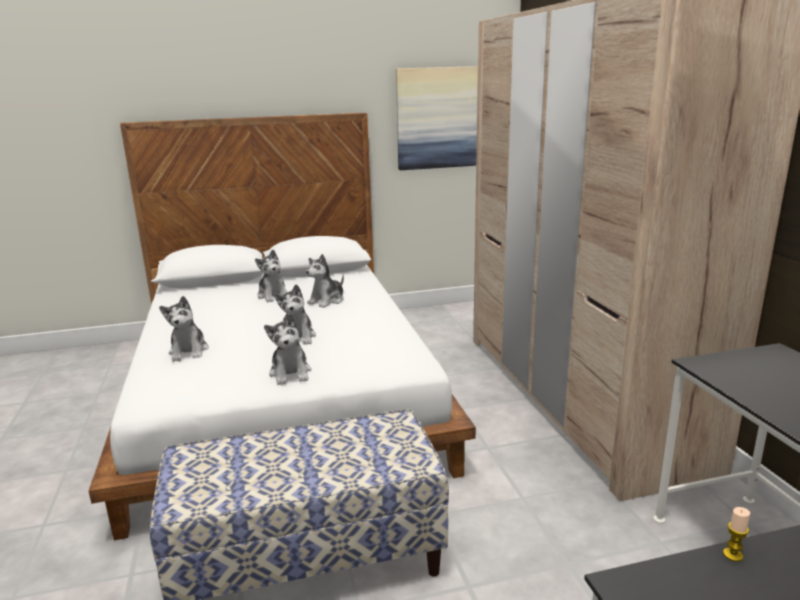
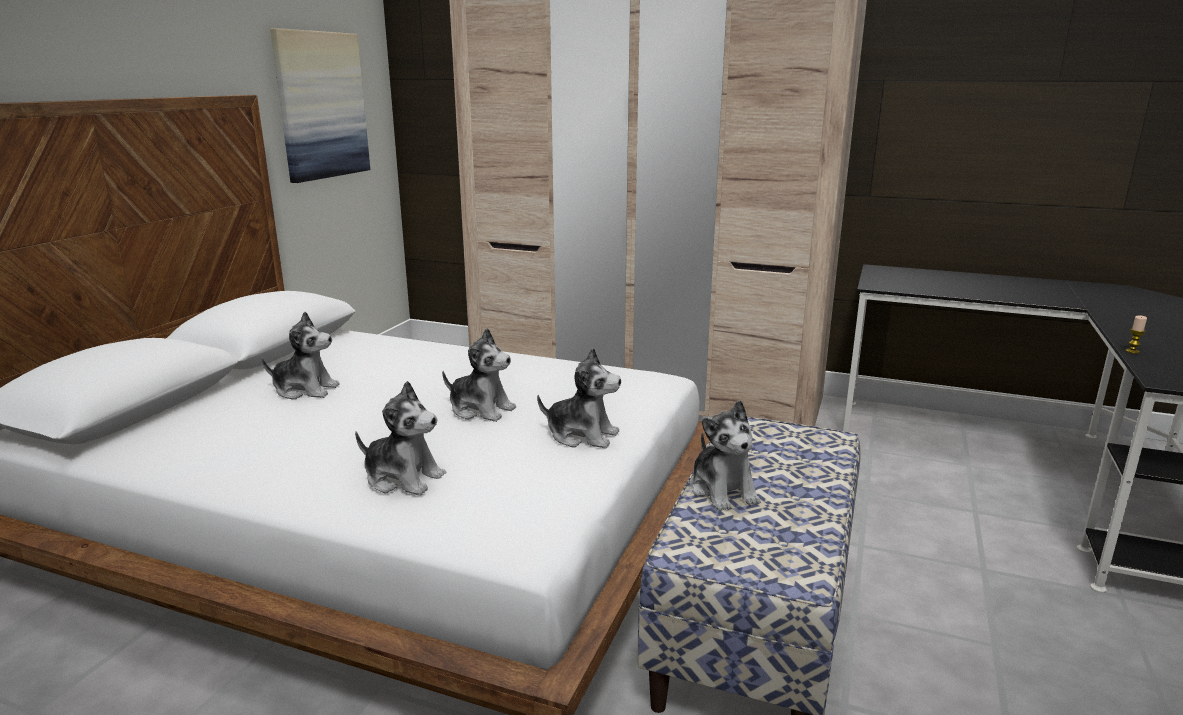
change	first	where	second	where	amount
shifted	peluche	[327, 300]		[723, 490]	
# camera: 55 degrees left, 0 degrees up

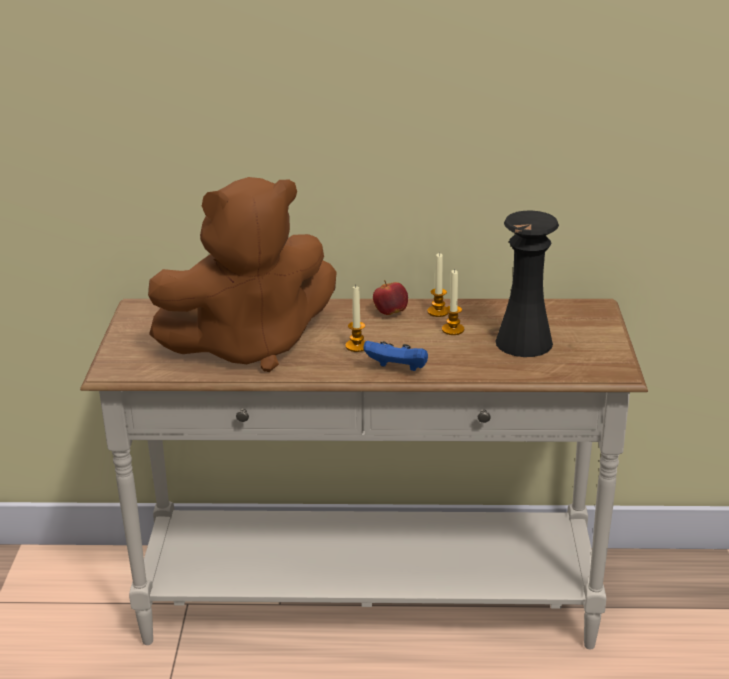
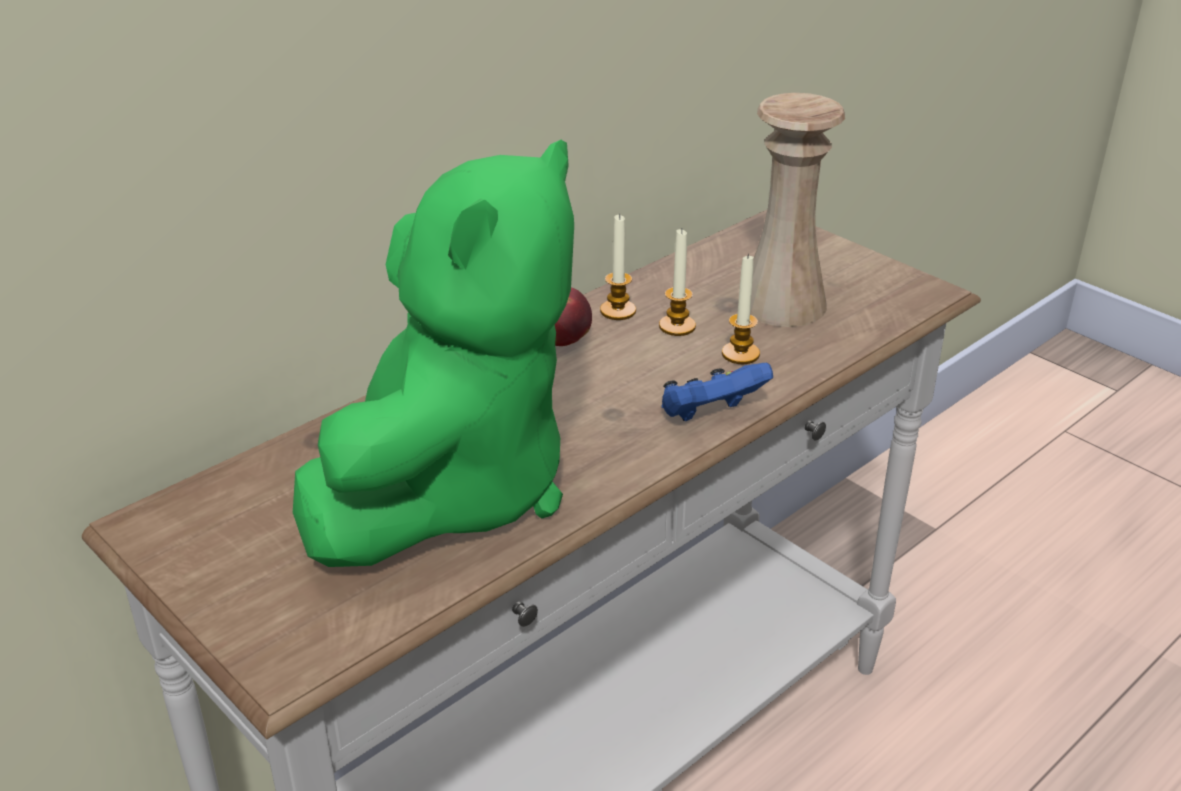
change	first	where	second	where	amount
repainted	peluche/marron	[249, 345]	peluche/vert	[450, 490]	
shifted	bougie	[357, 346]		[740, 354]	
repainted	vase/noir	[524, 342]	vase/beige	[782, 303]	
# camera: 45 degrees left, 5 degrees up

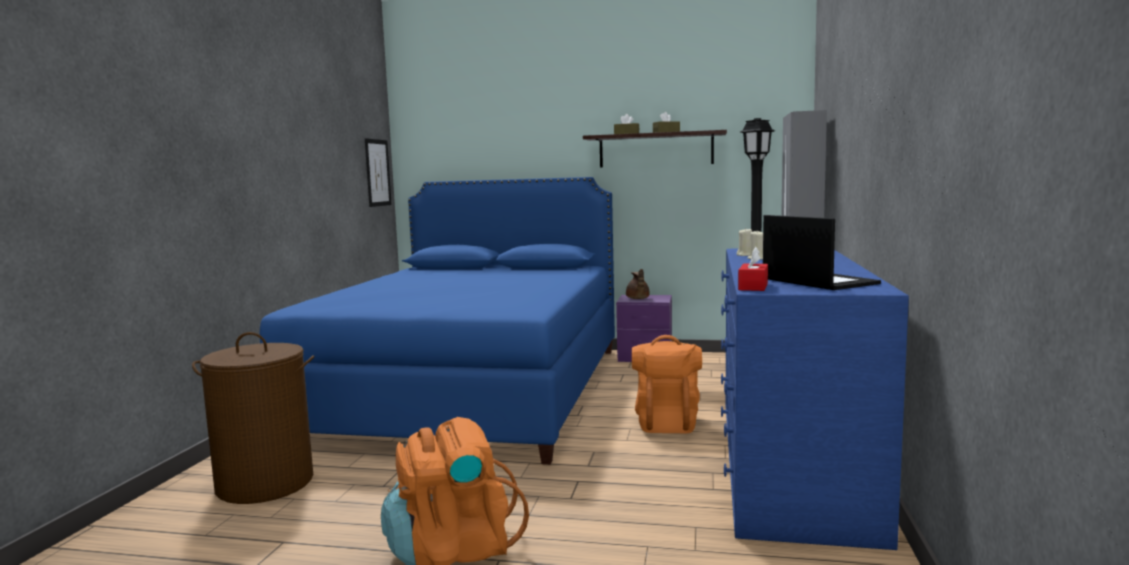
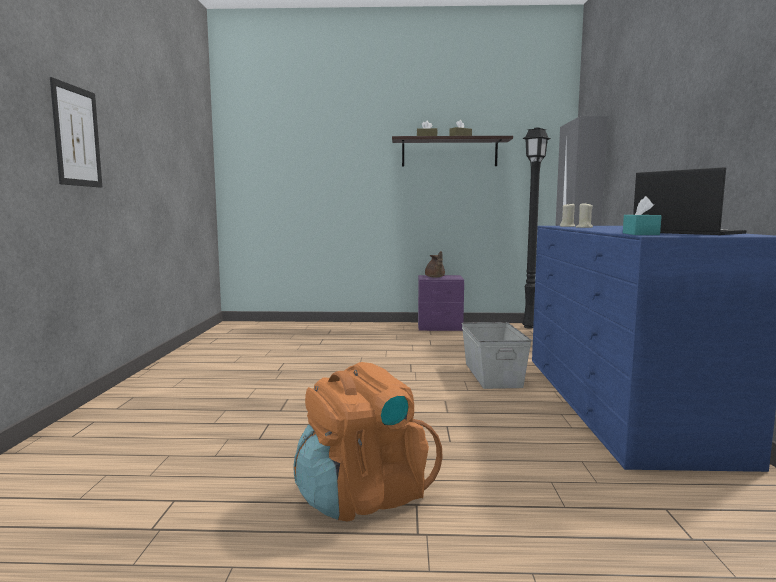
change	first	where	second	where	amount
gone	panier à linge/marron	[265, 483]			
gone	lit/bleu	[470, 391]			
shifted	tableau	[377, 172]		[77, 136]	
swapped	sac à dos/orange	[666, 422]	boîte de rangement/gris	[492, 375]	
repainted	boîte à mouchoirs/rouge	[753, 286]	boîte à mouchoirs/turquoise	[640, 234]	
# camera: 10 degrees left, 0 degrees up

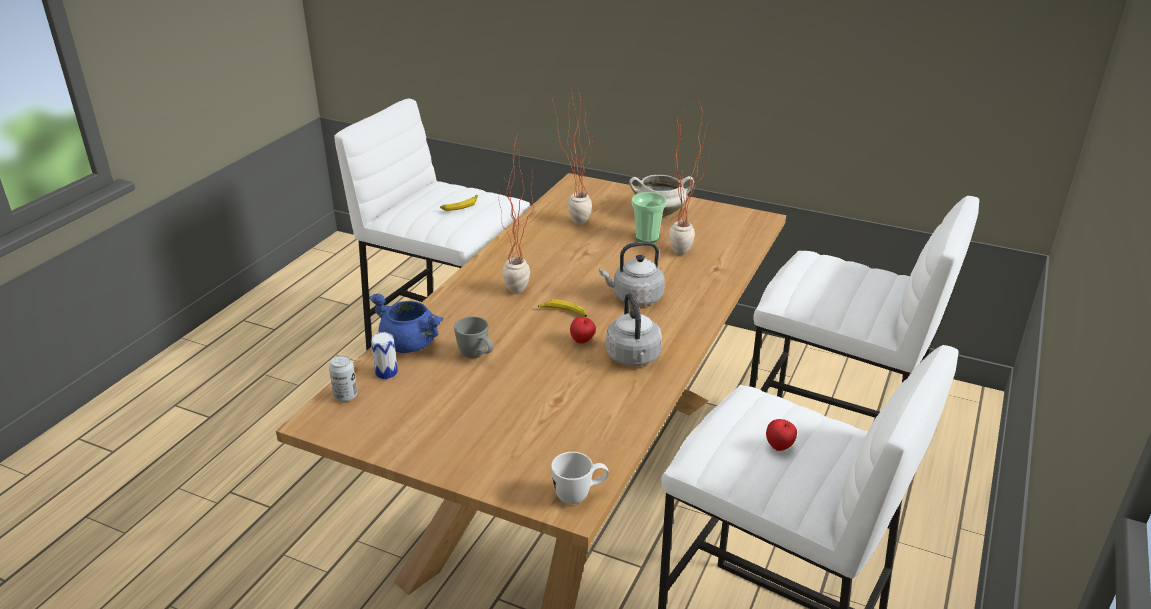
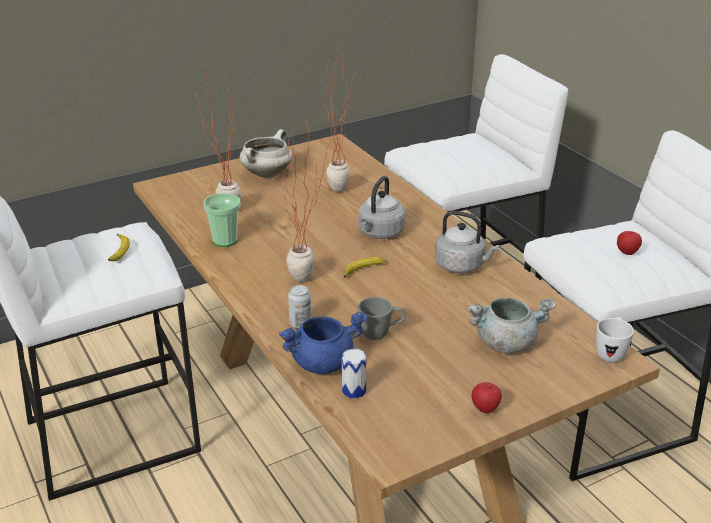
change	first	where	second	where	amount
shifted	boîte métallique	[345, 396]		[300, 323]	
shifted	pomme	[582, 341]		[485, 409]	
shifted	tasse	[647, 237]		[225, 240]	
new			marmite/gris	[506, 342]	
# camera: 55 degrees left, 0 degrees up

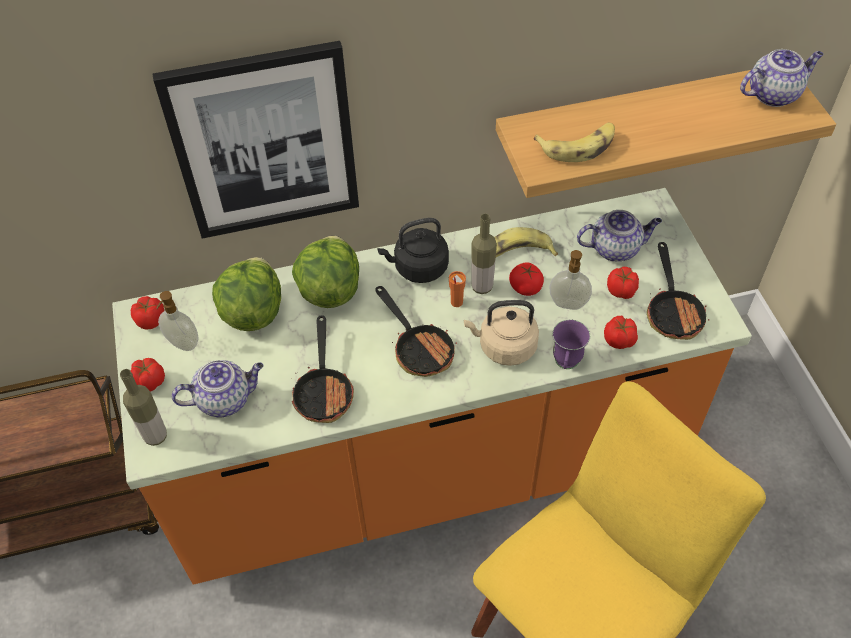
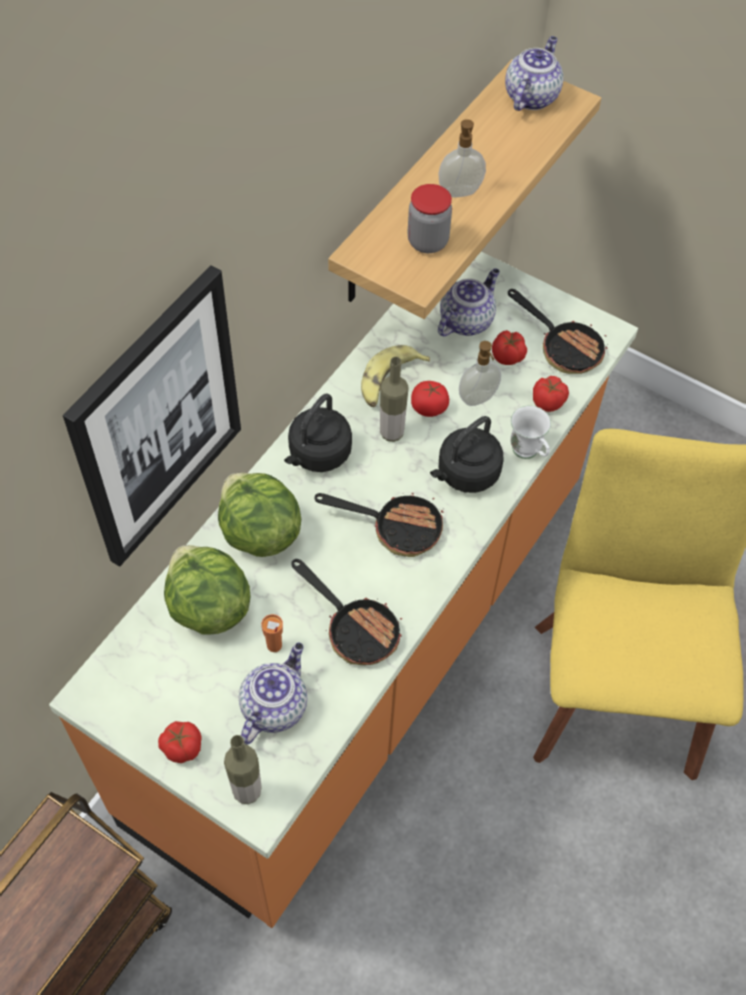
change	first	where	second	where	amount
gone	tomate	[151, 320]			
shifted	distributeur de savon	[182, 344]		[460, 192]	
shifted	tasse/orange	[456, 302]		[274, 646]	
repainted	bouilloire/beige	[504, 347]	bouilloire/noir	[465, 474]	
swapped	banane	[578, 146]	bocal	[427, 242]	
repainted	mug/violet	[565, 365]	mug/blanc	[529, 454]	
# camera: 45 degrees left, 5 degrees up

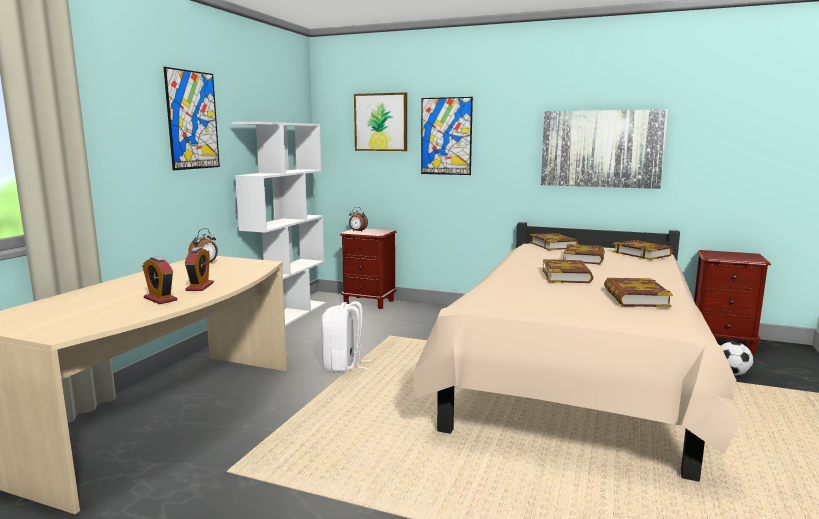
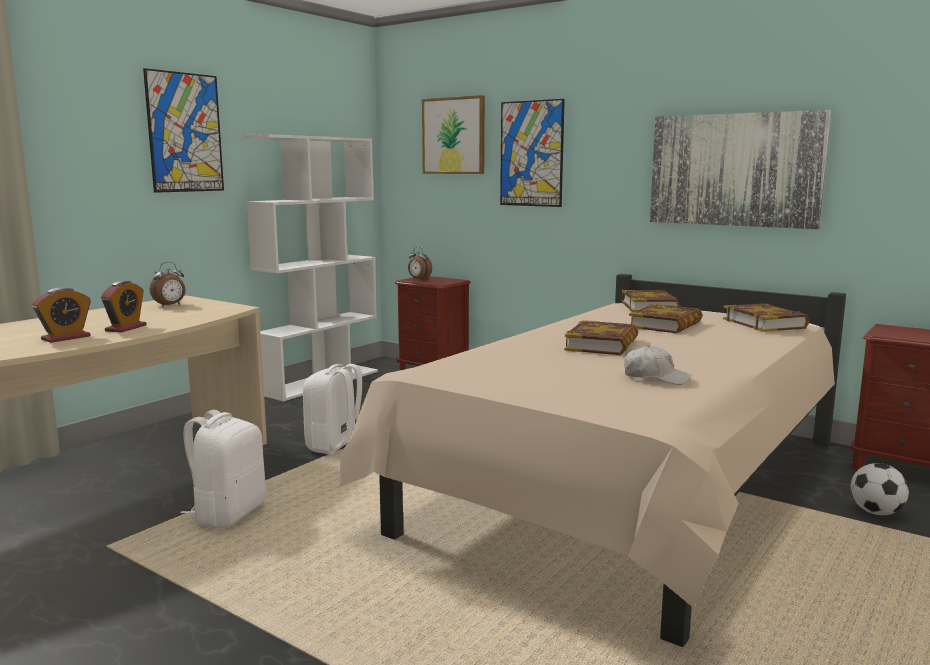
change	first	where	second	where	amount
rotated	réveil	[160, 299]		[66, 338]	105 degrees counterclockwise
swapped	livre	[635, 298]	casquette/blanc	[655, 377]	
new			sac à dos/blanc	[227, 514]	
# camera: 15 degrees right, 0 degrees up

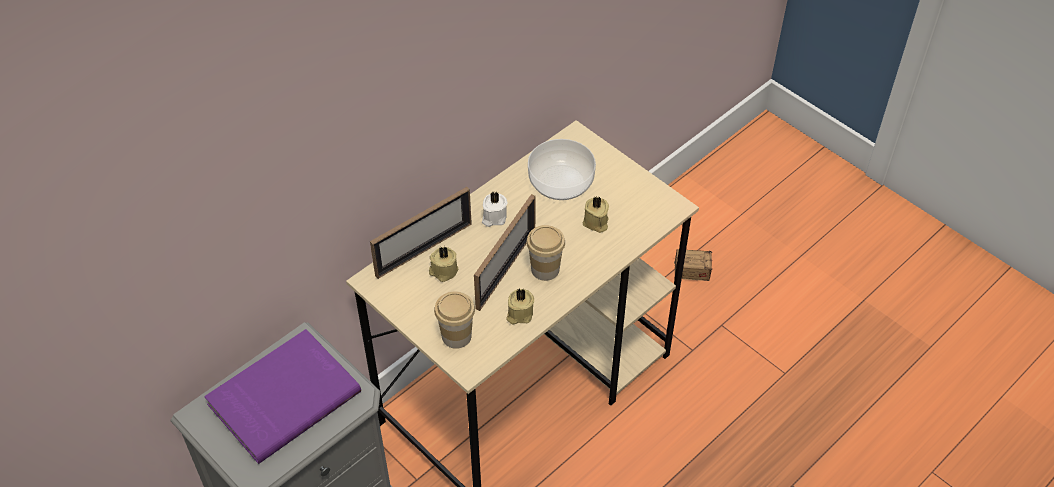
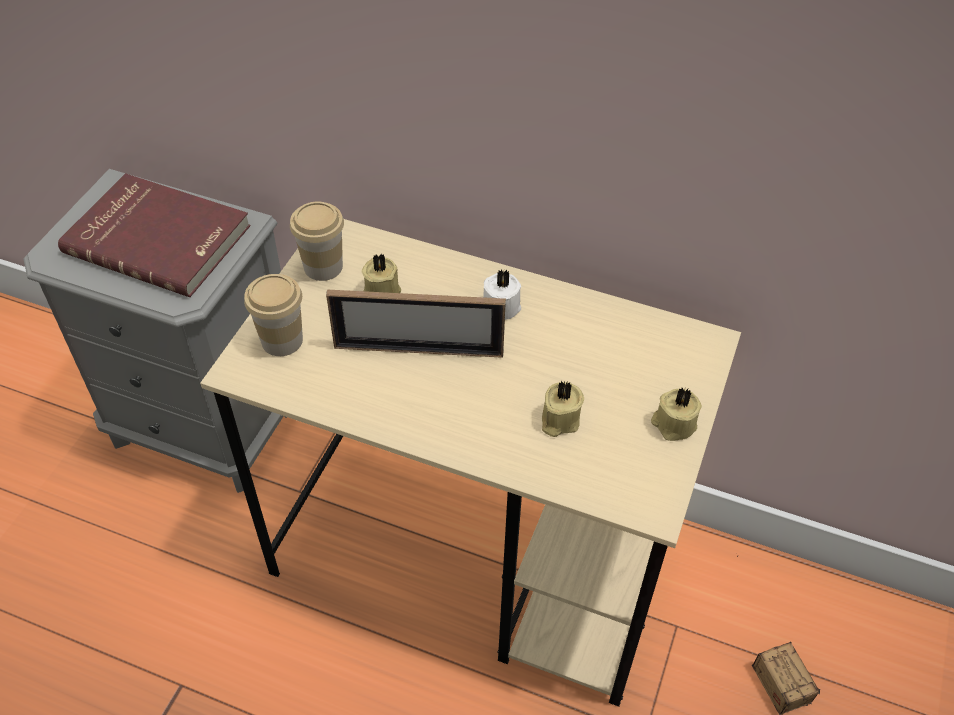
change	first	where	second	where	amount
repainted	livre/violet	[283, 396]	livre/rouge	[159, 237]	
gone	cadre photo	[424, 249]			
shifted	bougie/beige	[519, 314]		[673, 424]	
shifted	tasse	[545, 269]		[323, 267]	
gone	bol	[560, 183]			
# camera: 65 degrees right, 0 degrees up

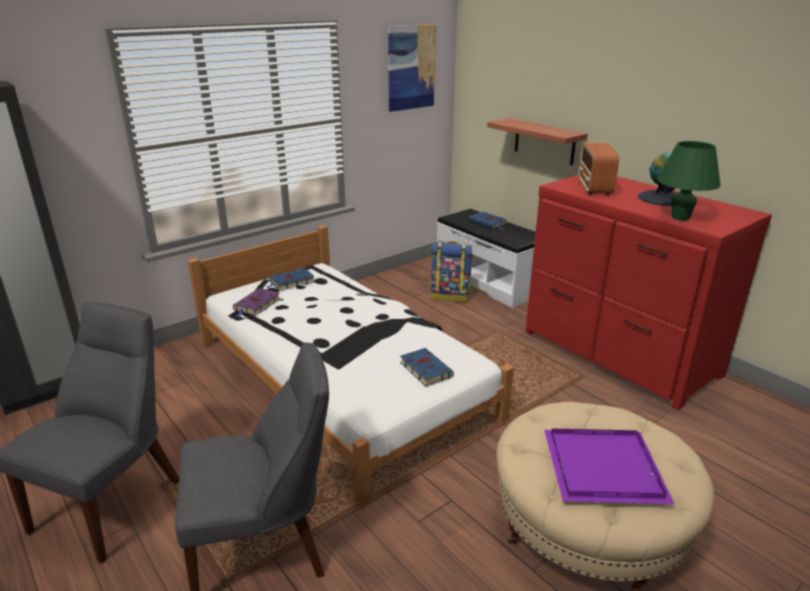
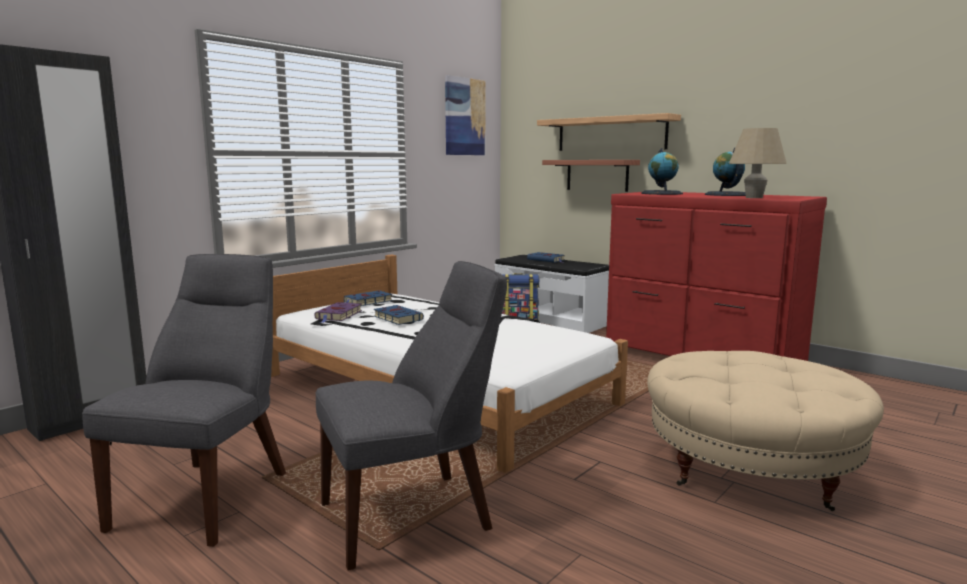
change	first	where	second	where	amount
shifted	livre/bleu	[424, 369]		[397, 318]	
gone	plateau/violet	[606, 469]			
swapped	radio	[594, 187]	globe	[662, 193]	
repainted	lampe de table/vert	[680, 217]	lampe de table/beige	[754, 197]	
new			étagère	[611, 134]	
# camera: 10 degrees left, 15 degrees down

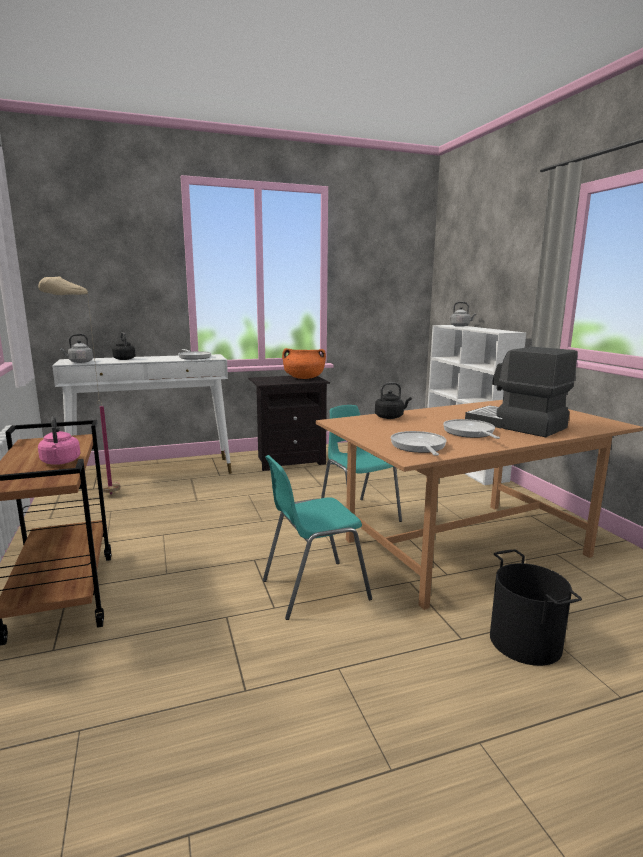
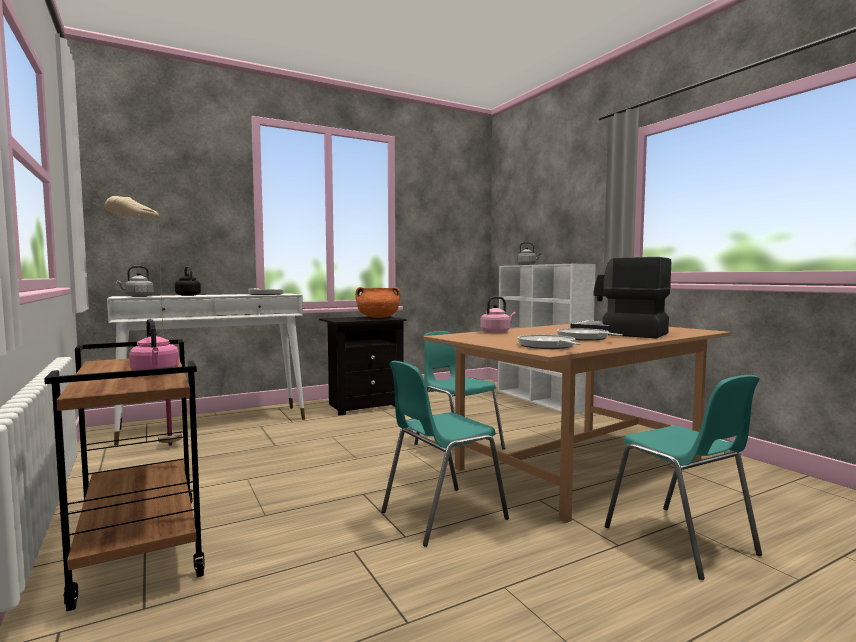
change	first	where	second	where	amount
repainted	bouilloire/noir	[390, 417]	bouilloire/rose	[496, 332]	
swapped	seau/noir	[524, 641]	chaise/turquoise	[681, 541]	
# camera: 10 degrees left, 10 degrees down

